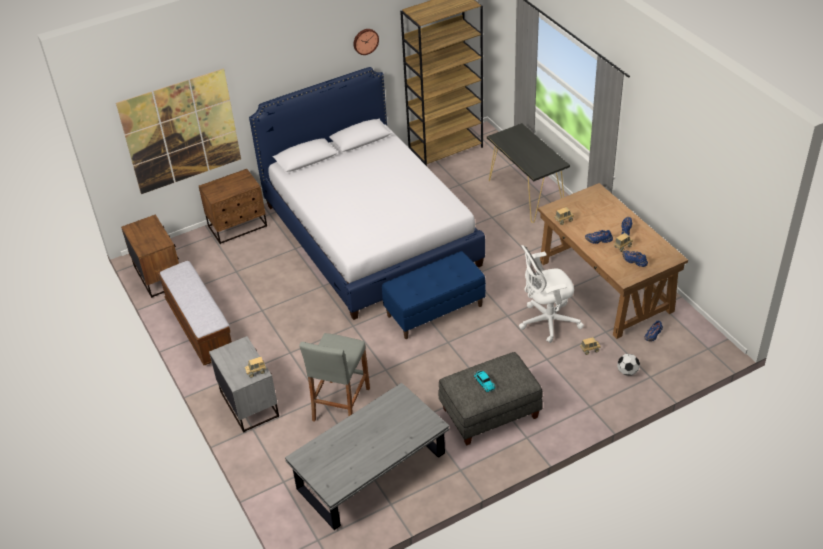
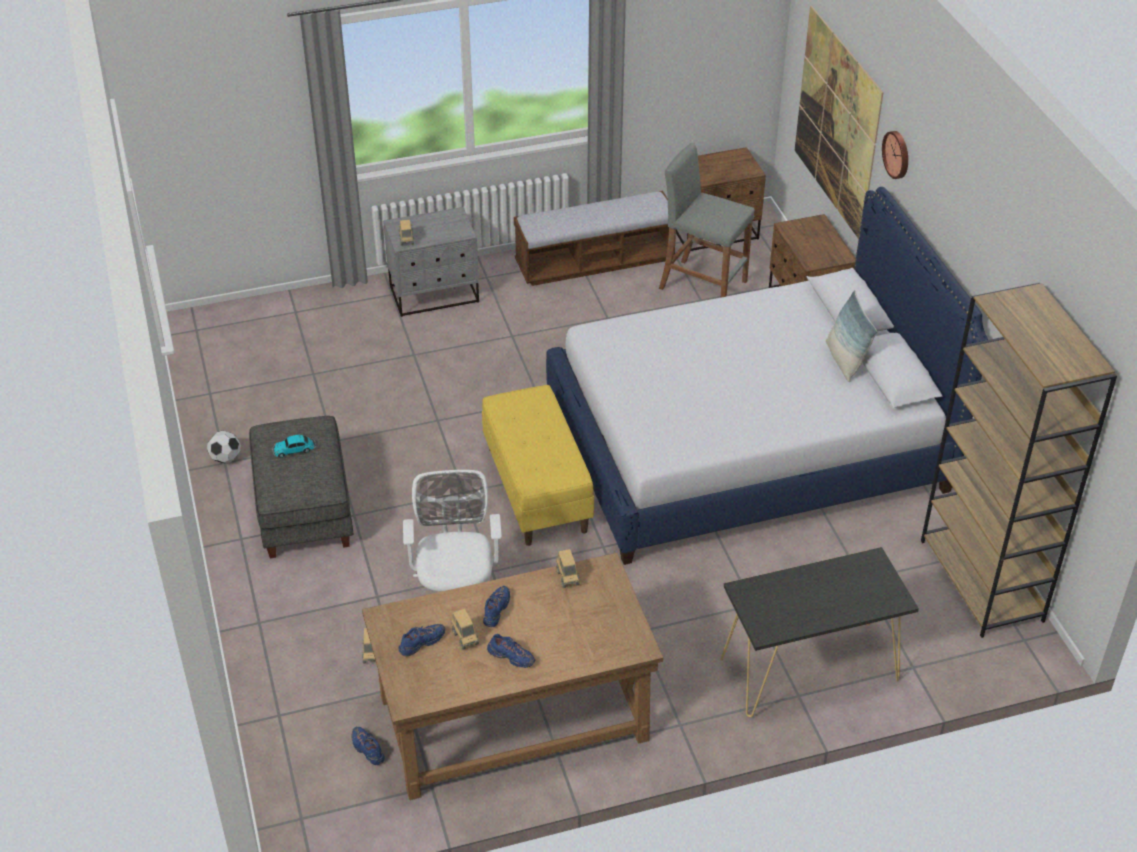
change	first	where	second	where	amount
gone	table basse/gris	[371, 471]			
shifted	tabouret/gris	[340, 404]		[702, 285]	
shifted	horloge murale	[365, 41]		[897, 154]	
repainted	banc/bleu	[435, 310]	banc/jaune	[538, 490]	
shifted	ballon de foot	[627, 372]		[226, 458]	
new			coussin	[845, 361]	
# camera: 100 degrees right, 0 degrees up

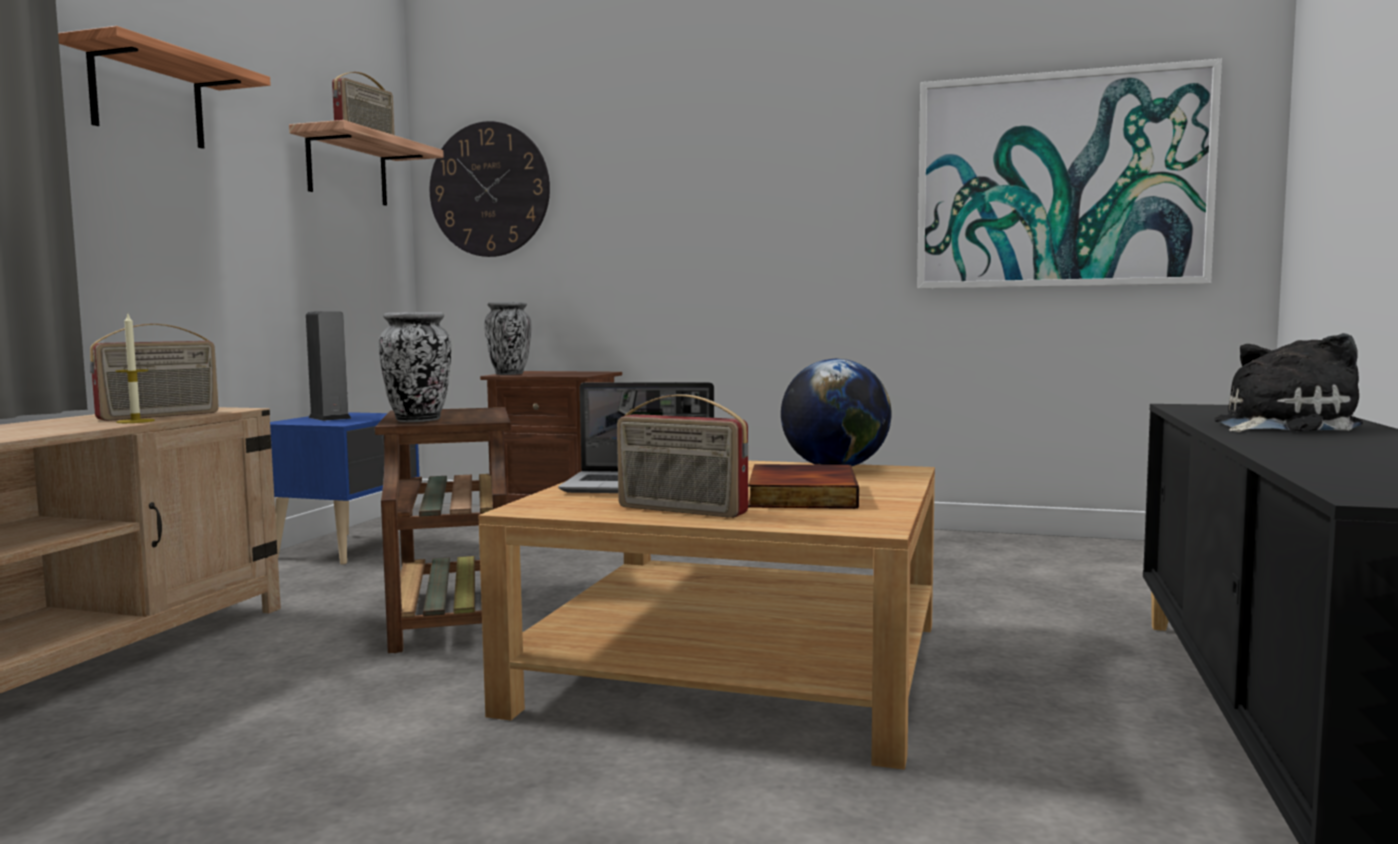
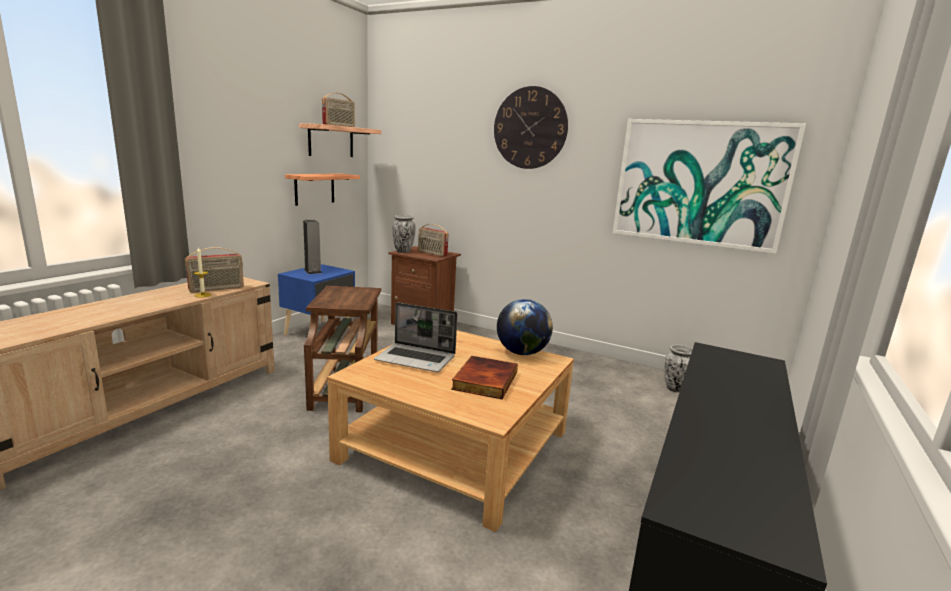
change	first	where	second	where	amount
shifted	étagère	[148, 98]		[314, 188]	
shifted	vase	[418, 420]		[675, 389]	
shifted	horloge murale	[489, 190]		[530, 128]	
shifted	radio	[680, 511]		[432, 253]	
gone	peluche	[1278, 426]			
# camera: 10 degrees right, 10 degrees up

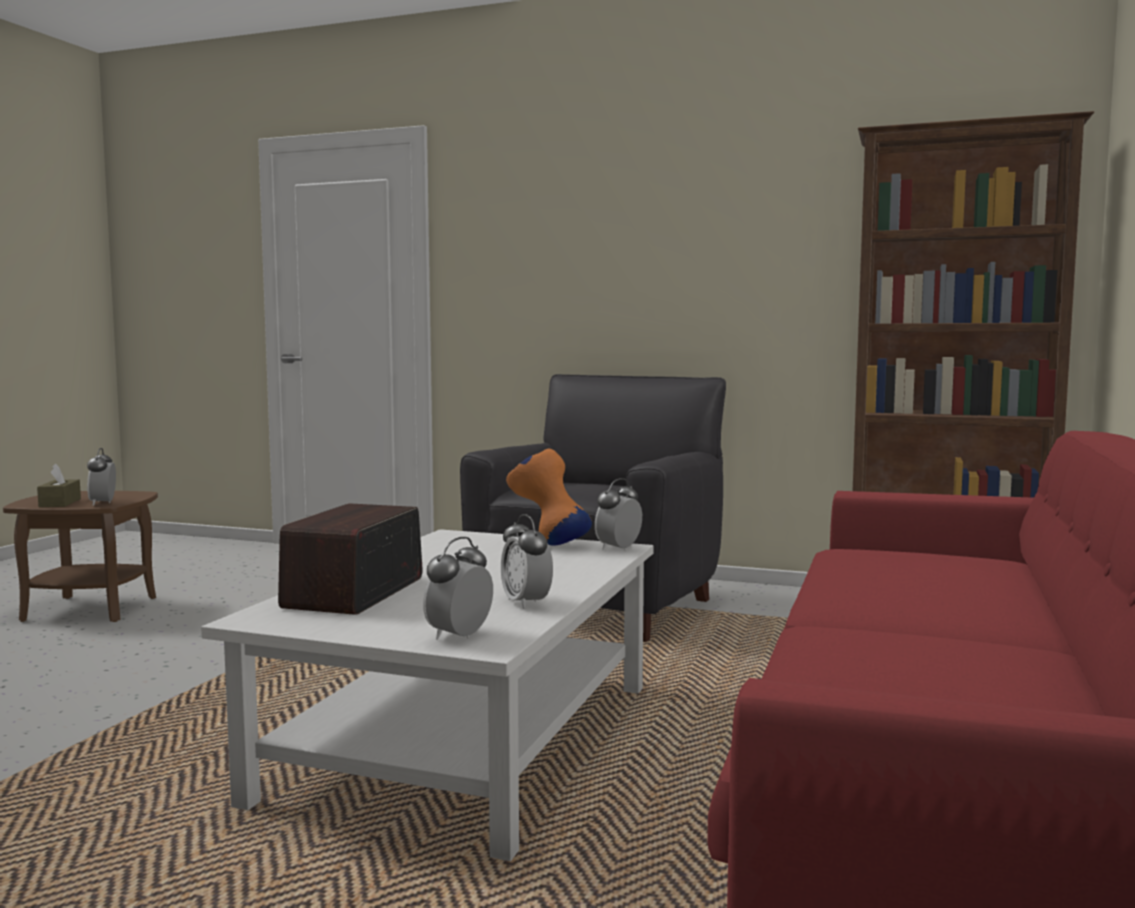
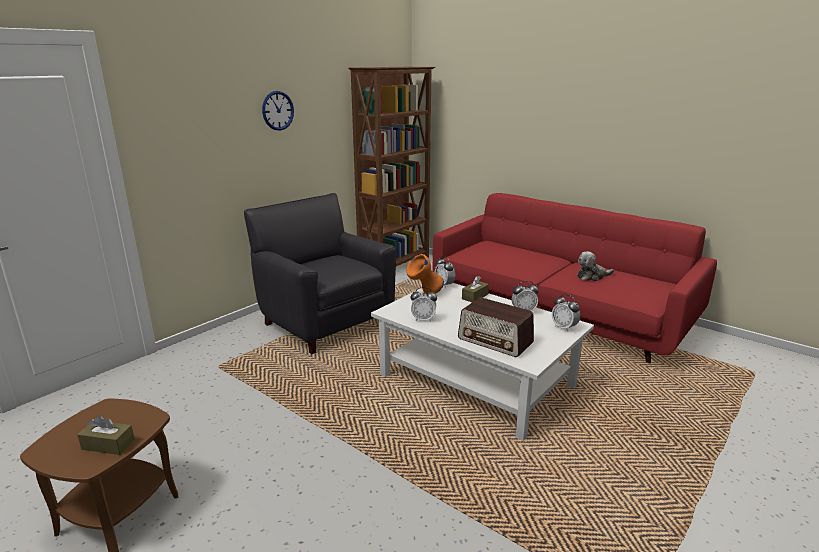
change	first	where	second	where	amount
shifted	réveil	[103, 503]		[423, 319]	
new			horloge murale	[278, 110]	
new			boîte à mouchoirs/marron	[475, 297]	
new			peluche	[592, 276]	
# camera: 70 degrees left, 15 degrees up

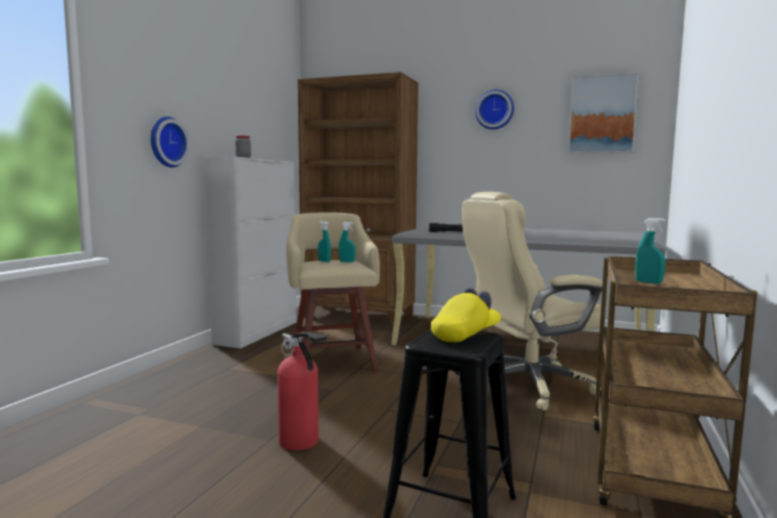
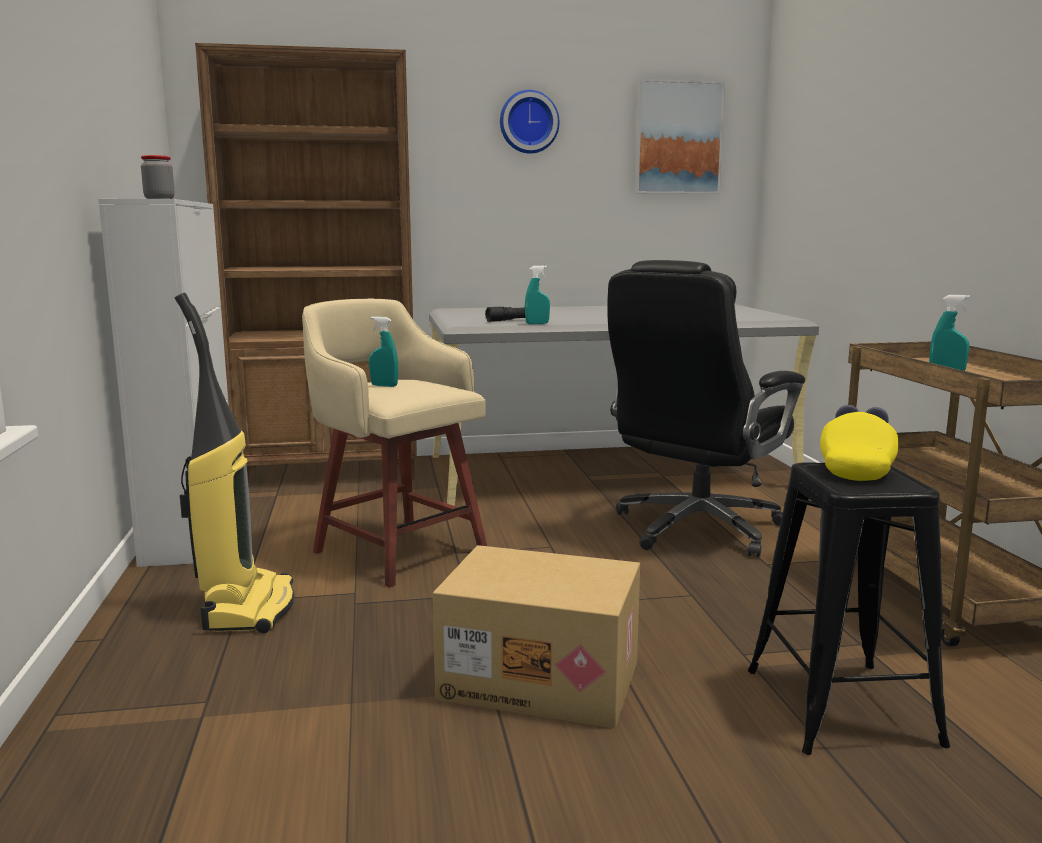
change	first	where	second	where	amount
gone	horloge murale	[166, 142]			
swapped	extincteur	[301, 442]	carton	[542, 679]	
shifted	vaporisateur/turquoise	[347, 262]		[537, 324]	
repainted	chaise de bureau/beige	[526, 384]	chaise de bureau/noir	[696, 529]	
new			aspirateur	[247, 608]	
# camera: 30 degrees left, 5 degrees up

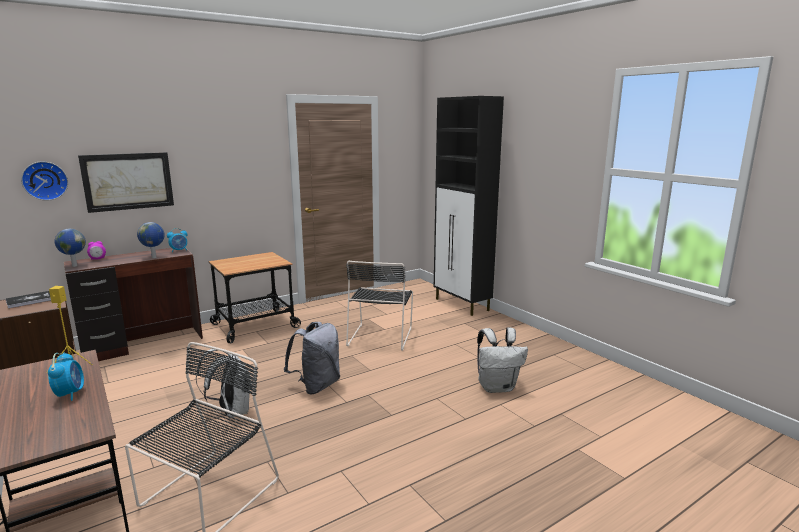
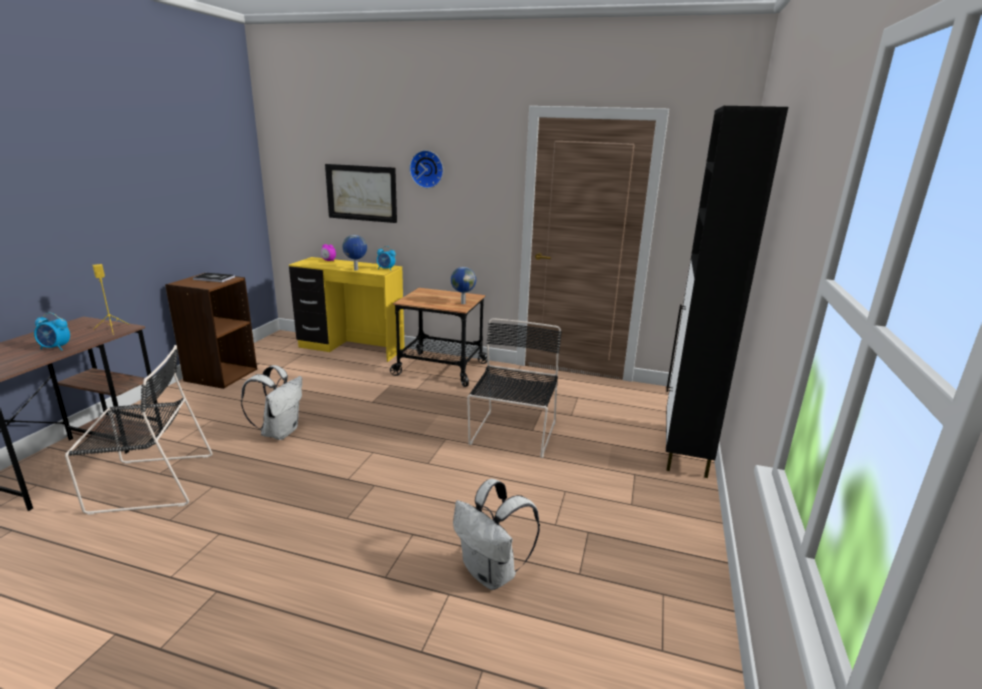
change	first	where	second	where	amount
shifted	horloge murale	[45, 180]		[427, 169]	
rotated	réveil	[70, 394]		[55, 348]	60 degrees clockwise
shifted	globe	[74, 266]		[462, 303]	
repainted	bureau/marron	[143, 344]	bureau/jaune	[351, 348]	
gone	sac à dos/gris	[317, 386]			
rotated	chaise/noir	[380, 336]		[512, 435]	135 degrees clockwise
# camera: 50 degrees right, 5 degrees up

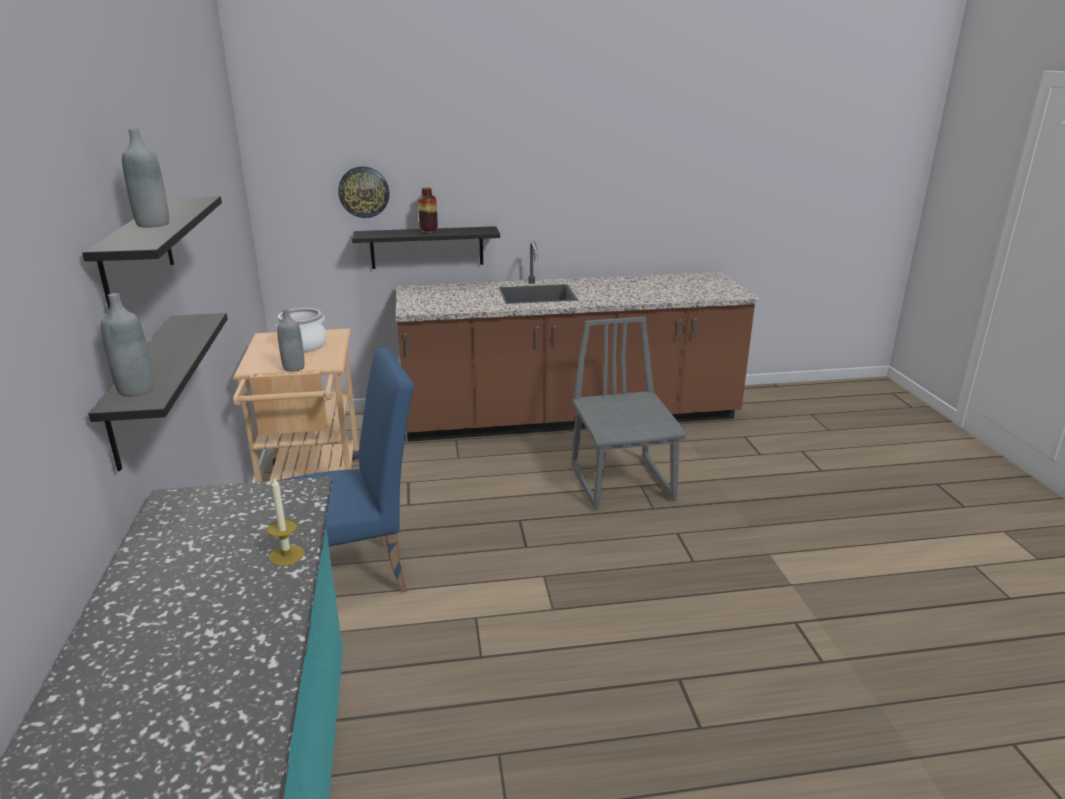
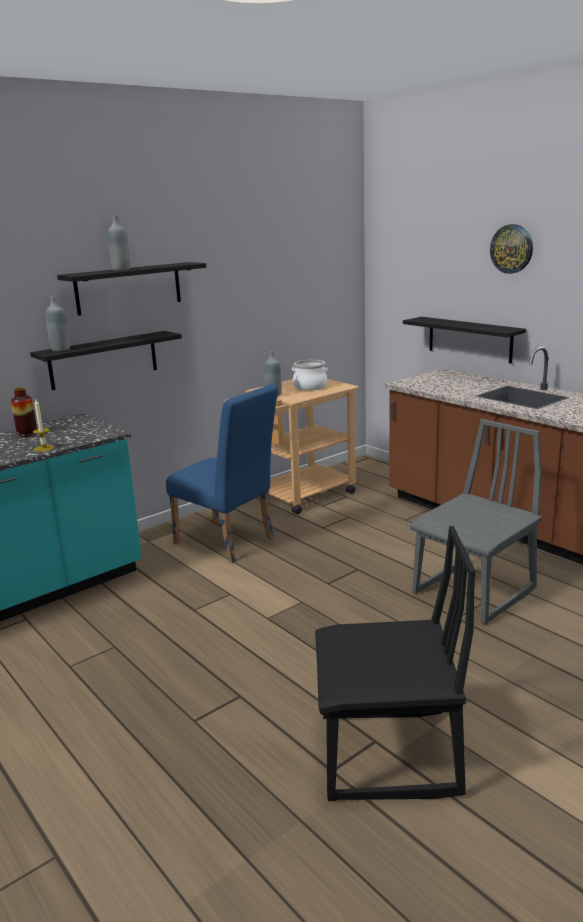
change	first	where	second	where	amount
shifted	horloge murale	[364, 192]		[512, 249]	
shifted	vase	[429, 232]		[27, 434]	
new			chaise/noir	[388, 756]	
# camera: 60 degrees right, 5 degrees down

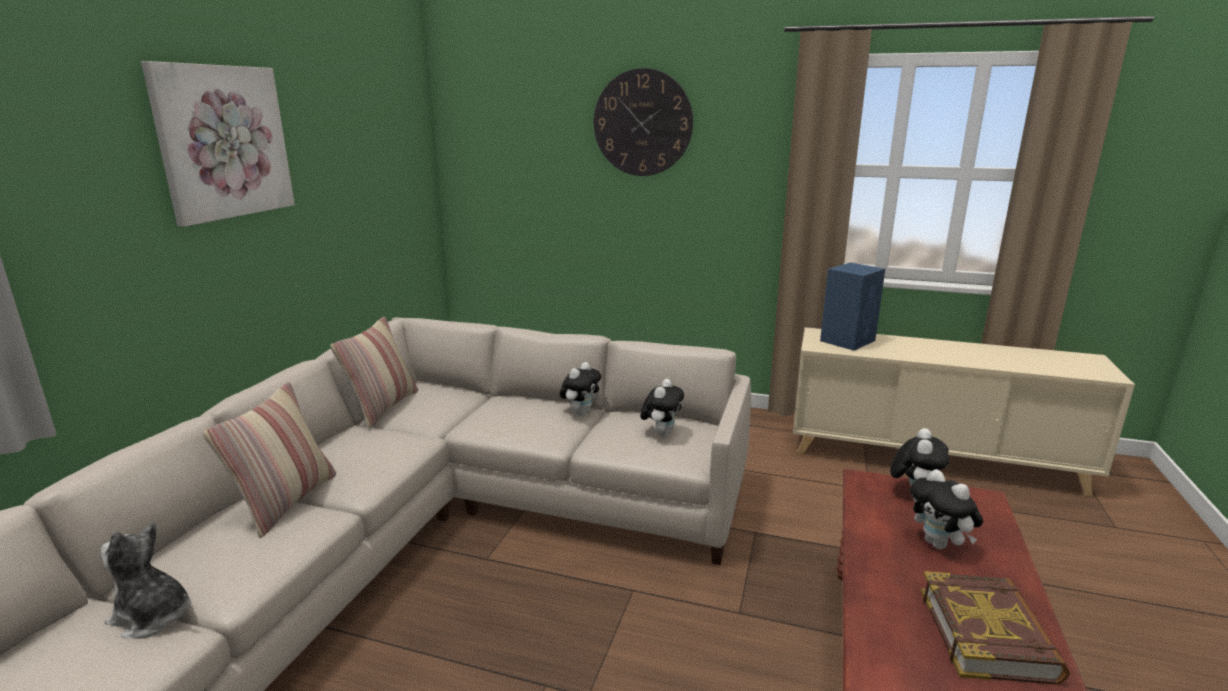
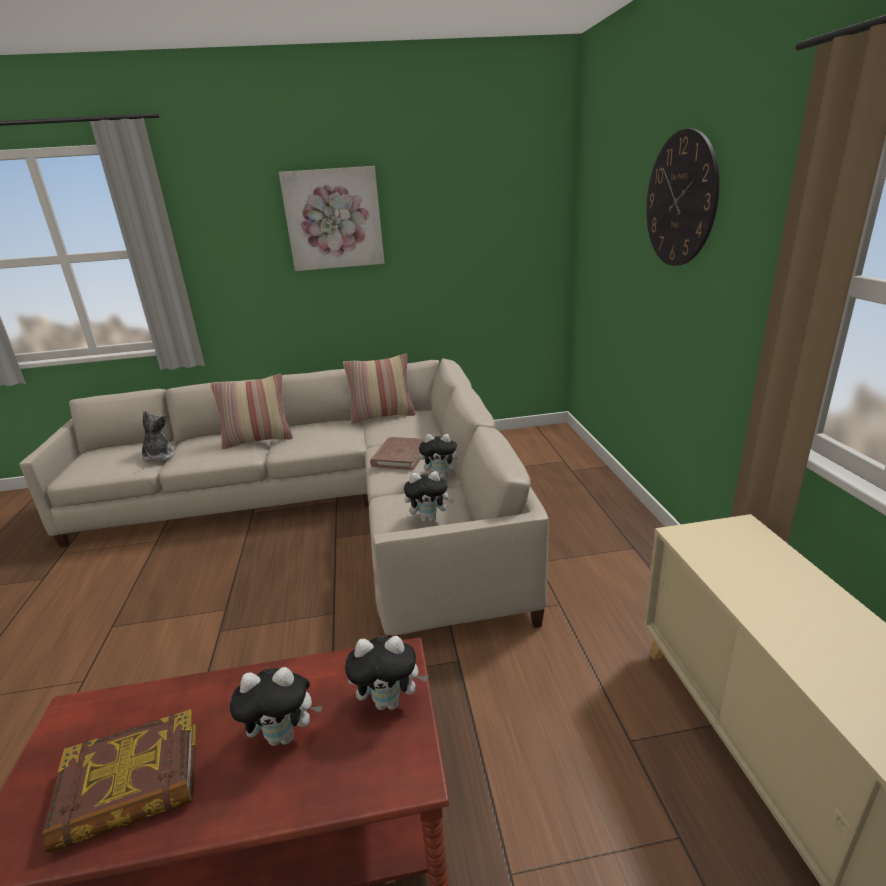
change	first	where	second	where	amount
gone	enceinte/bleu	[848, 340]			
rotated	peluche	[939, 544]		[284, 735]	135 degrees counterclockwise
new			livre/marron	[400, 456]	
# camera: 65 degrees right, 5 degrees up

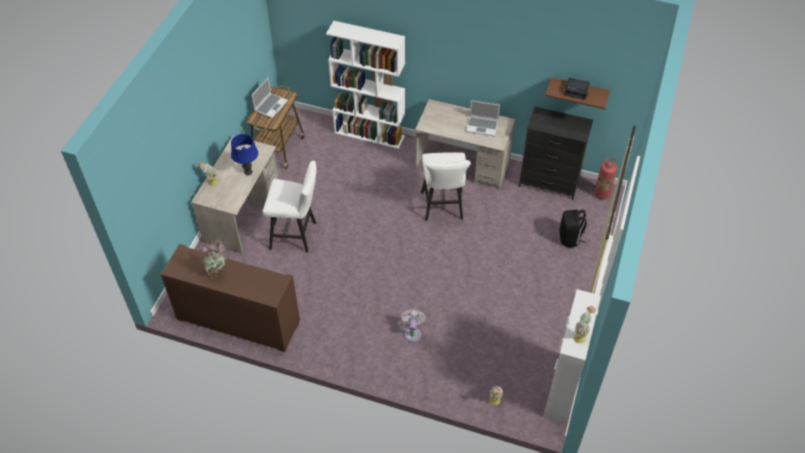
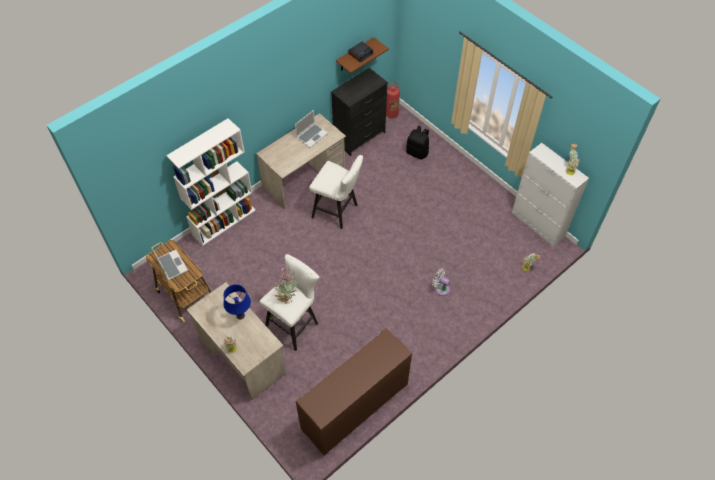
change	first	where	second	where	amount
shifted	plante en pot	[217, 272]		[286, 296]	
# camera: 60 degrees left, 5 degrees up

